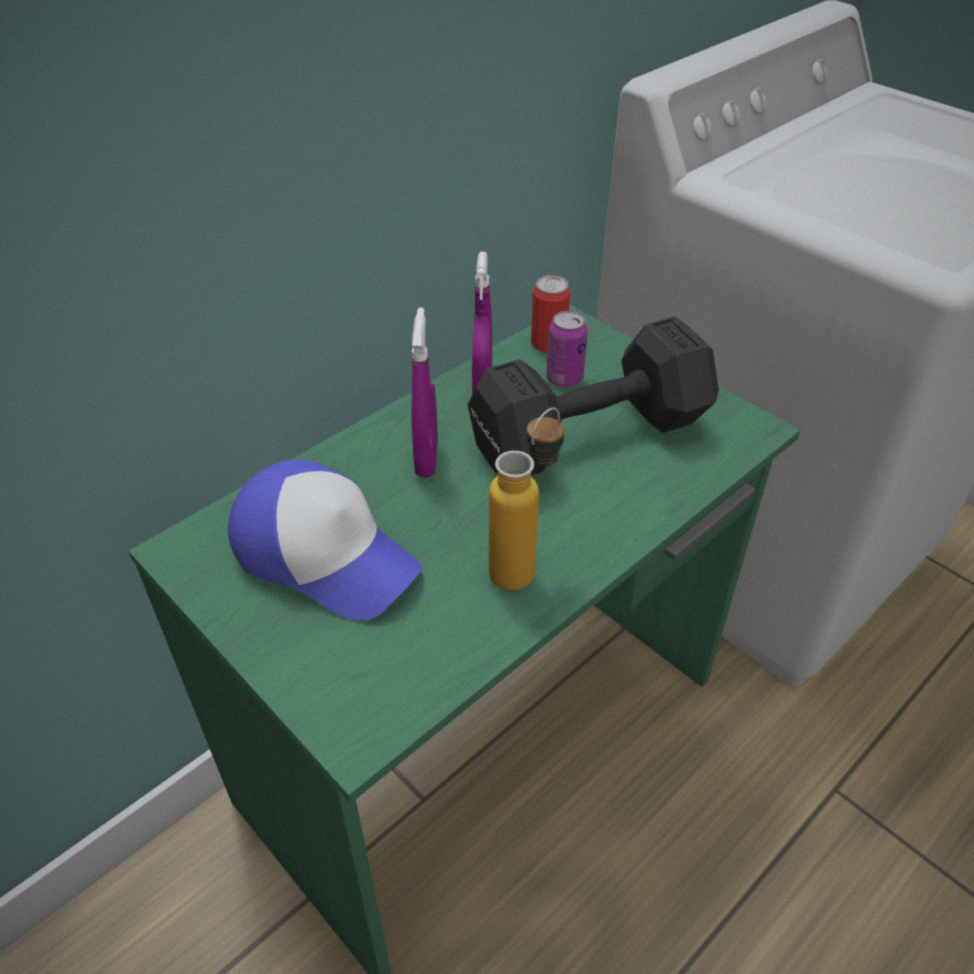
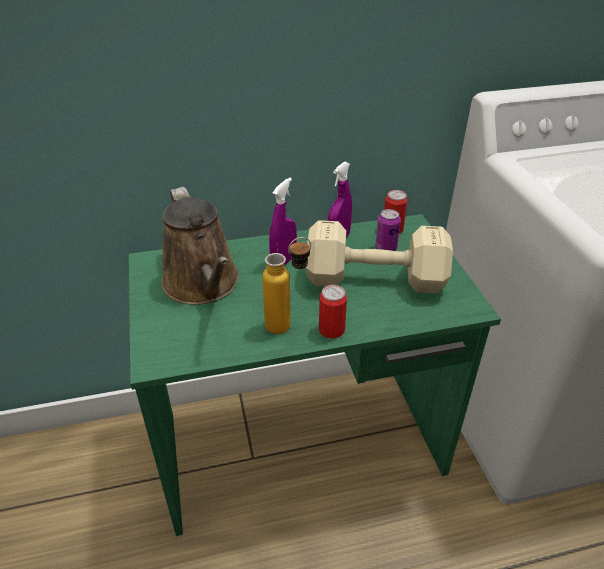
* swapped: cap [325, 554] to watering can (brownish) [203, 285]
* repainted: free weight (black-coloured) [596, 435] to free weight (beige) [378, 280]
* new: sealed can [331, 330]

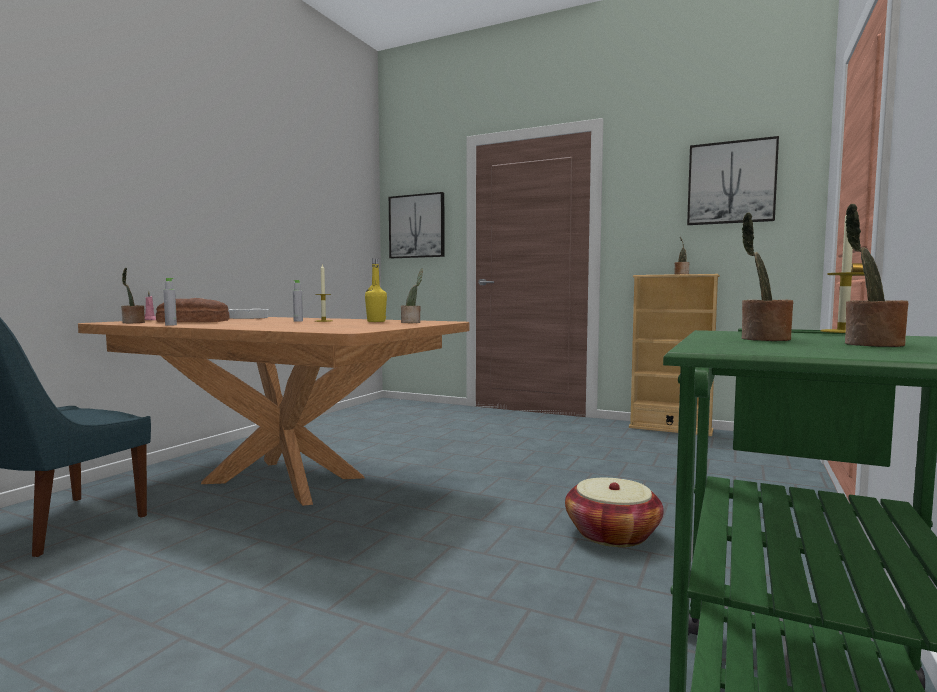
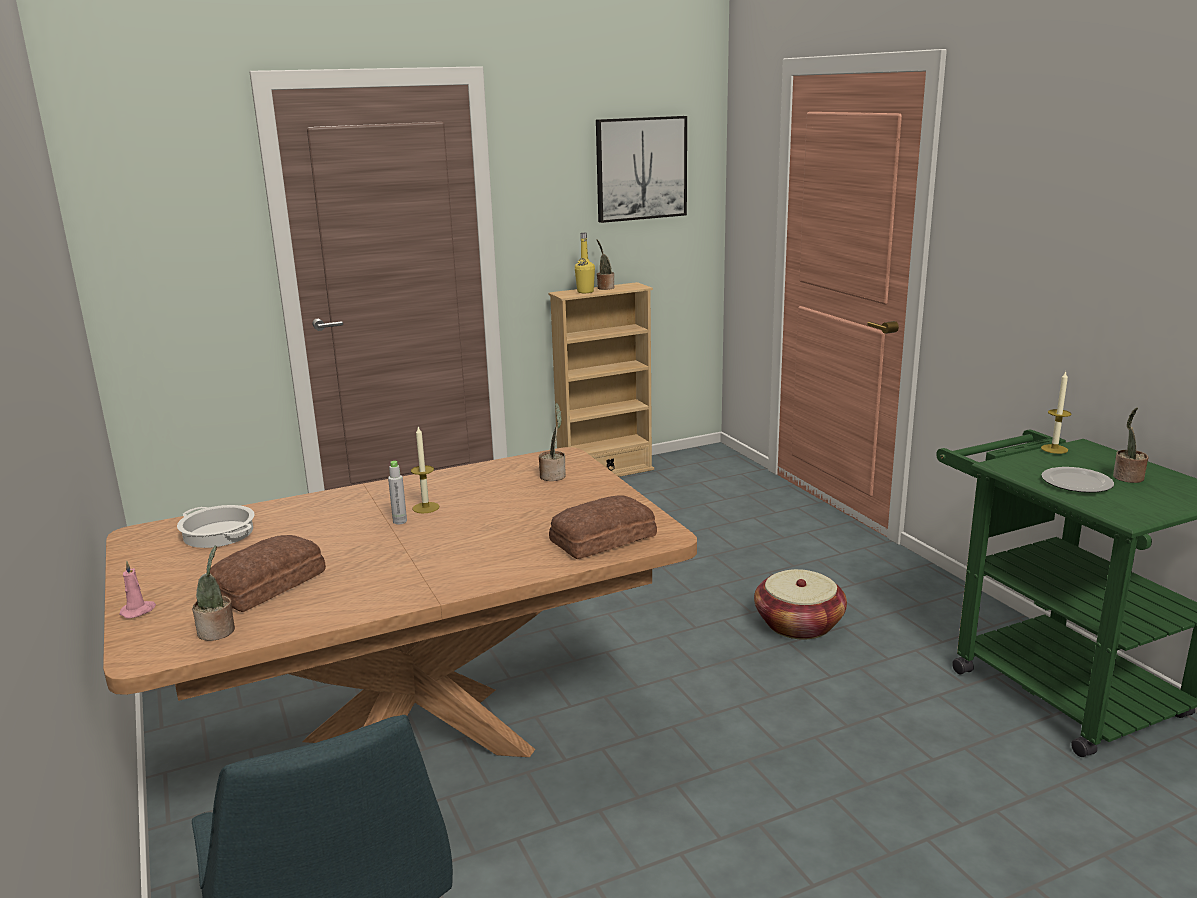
* new: bakery bread [601, 538]
* shifted: drink bottle (yellowish) [376, 321] to [585, 292]
* swapped: plant in a pot [762, 339] to dinner plate [1076, 482]
* gone: drink bottle (greyish) [171, 325]
* gone: wall art [417, 226]

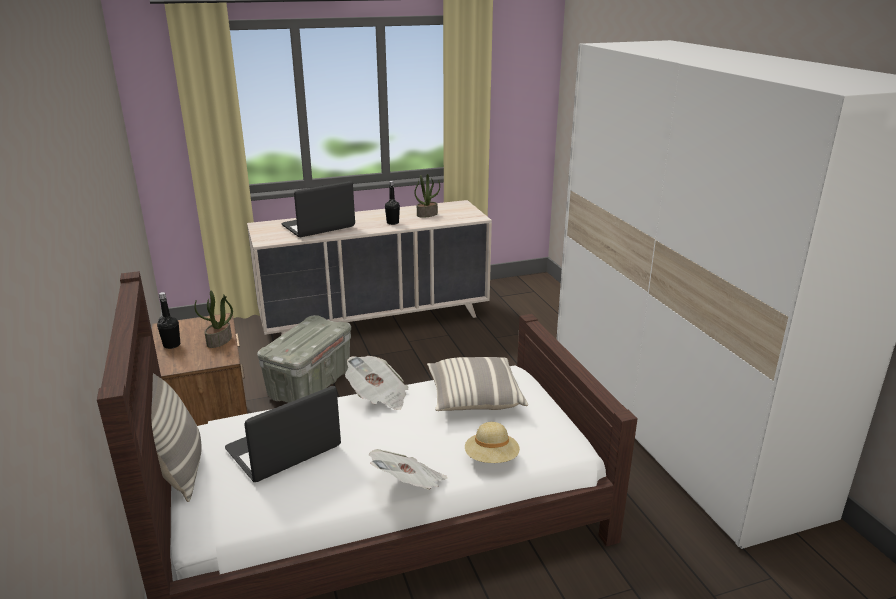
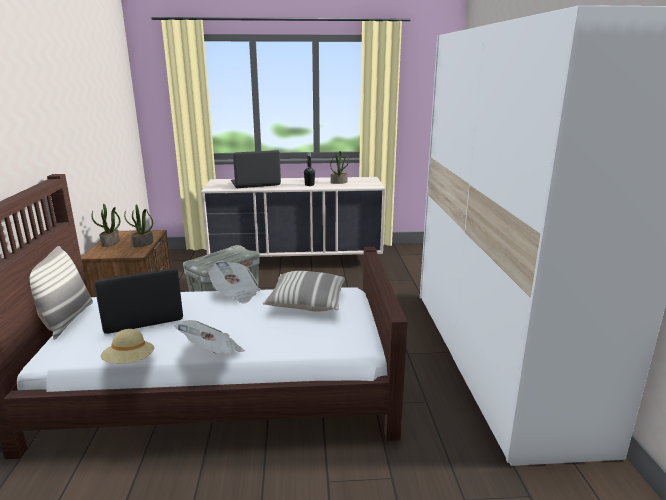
* swapped: drink bottle (black-coloured) [172, 345] to plant in a pot [110, 243]
* shifted: clothing hat (beige) [491, 459] to [129, 362]

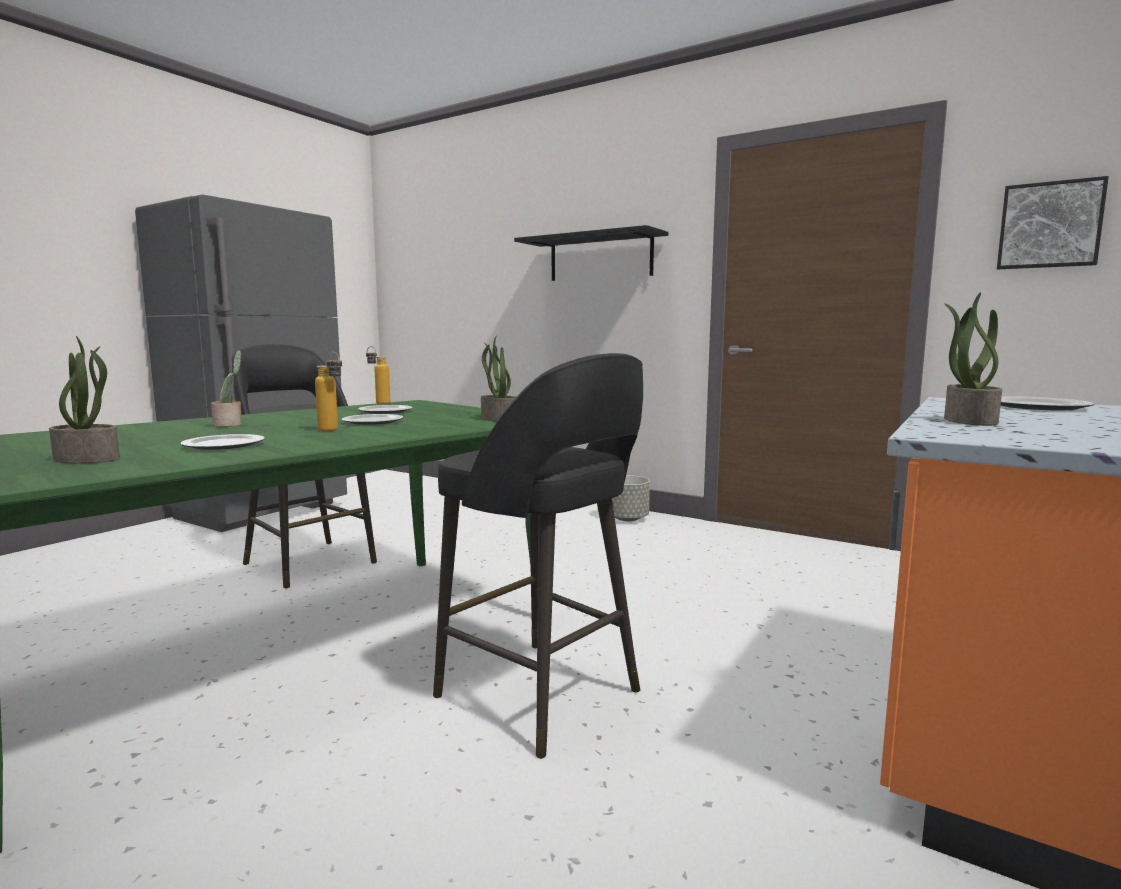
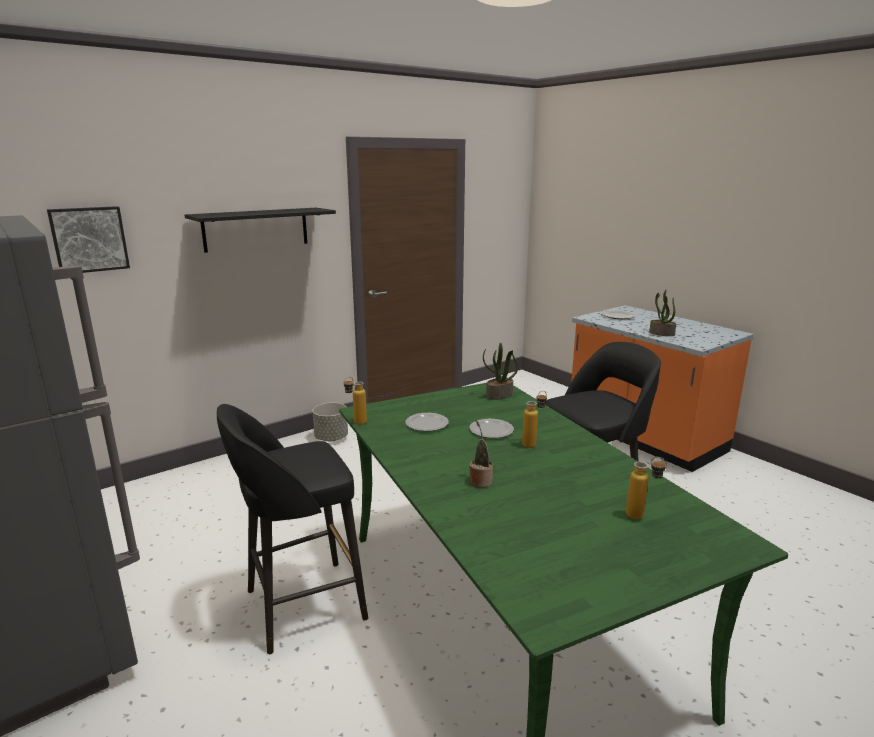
* shifted: wall art [1049, 225] to [89, 239]
* swapped: plant in a pot [88, 459] to drink bottle [642, 517]
* gone: dinner plate [222, 445]

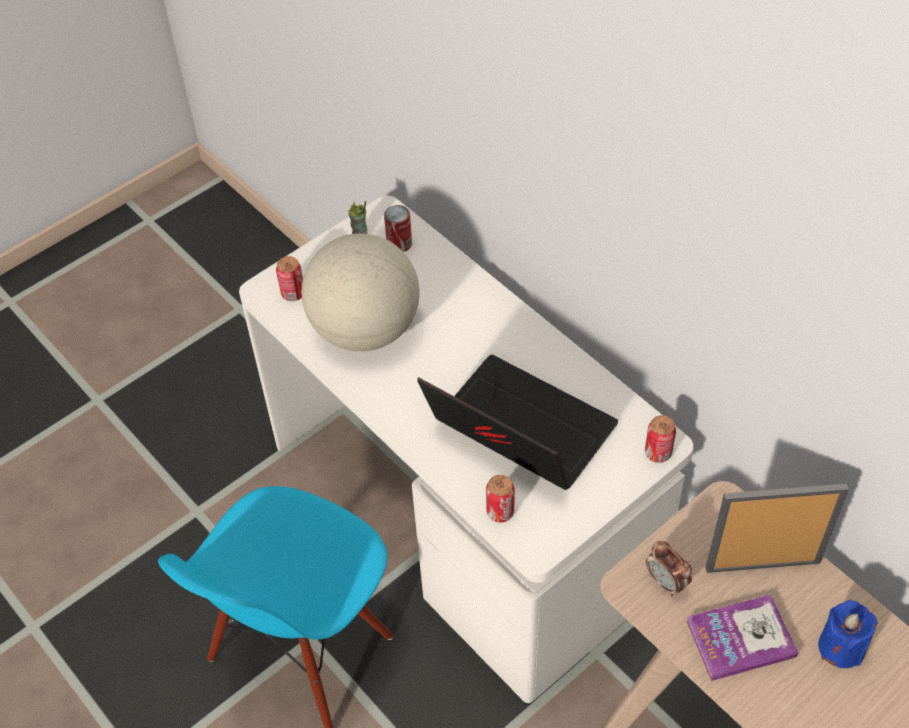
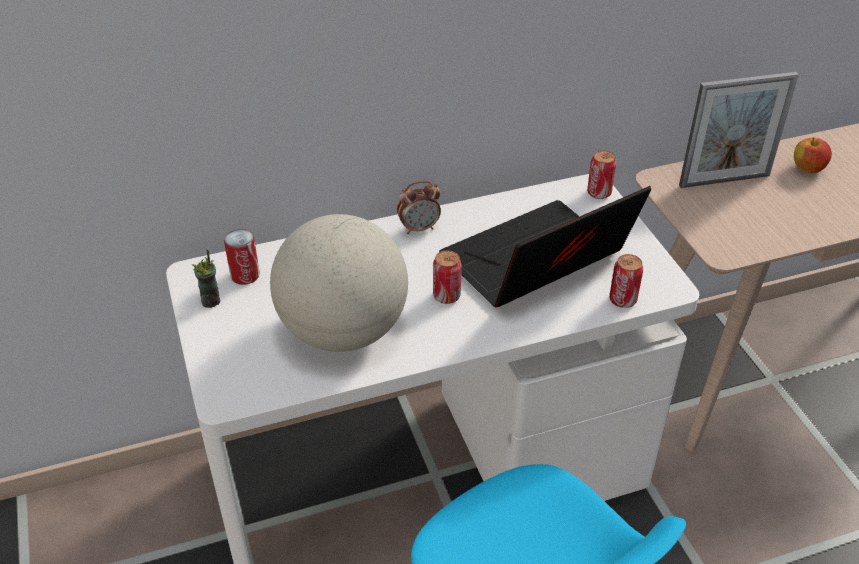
* shifted: alarm clock [666, 583] to [419, 228]
* shifted: sealed can [293, 293] to [446, 296]
* rotated: picture frame [762, 565] = [724, 180] 120 degrees counterclockwise
* swapped: wax light (blue-coloured) [841, 647] to apple fruit [807, 169]
* gone: bound book [740, 638]

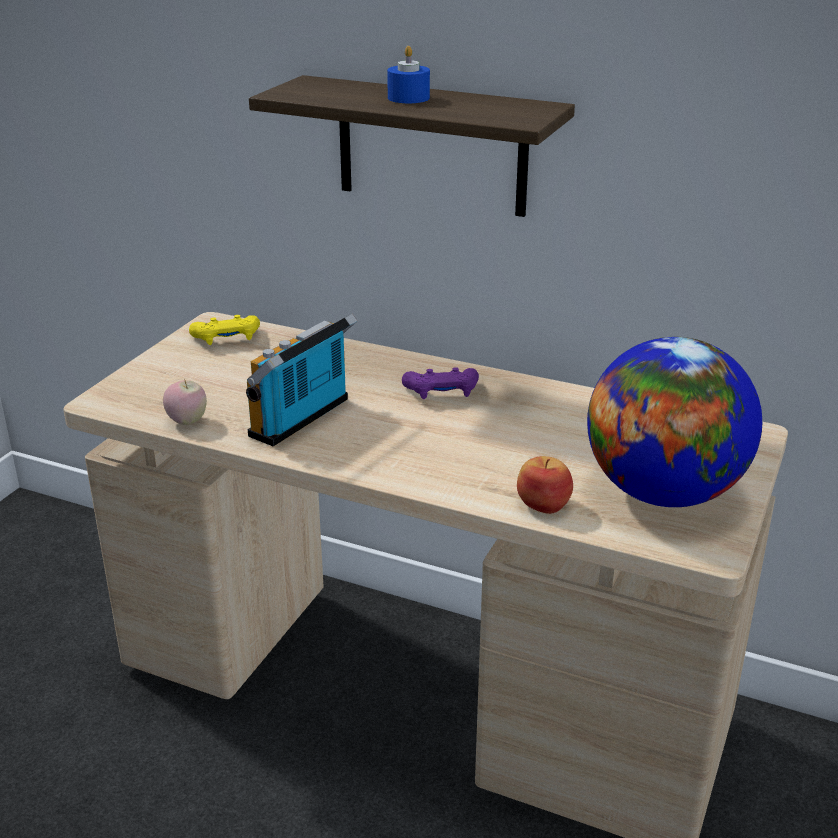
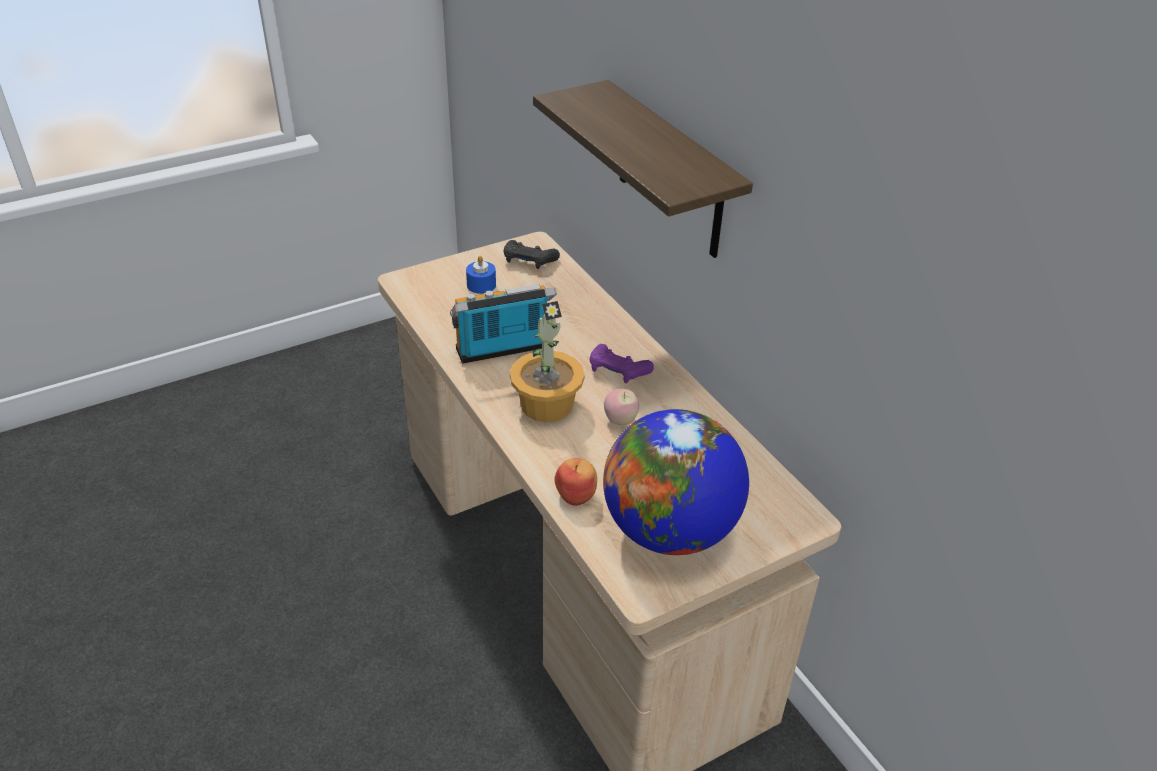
* shifted: wax light (blue-coloured) [408, 98] to [481, 285]
* repainted: game controller (yellowish) [227, 339] to game controller (black-coloured) [529, 261]
* new: plant in a pot [546, 404]
* shifted: apple fruit [187, 421] to [620, 420]

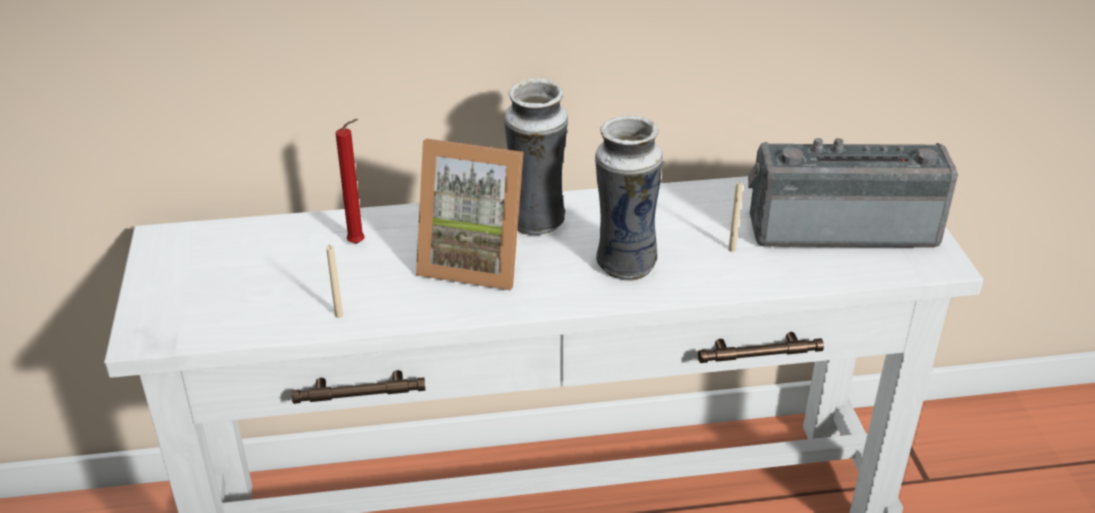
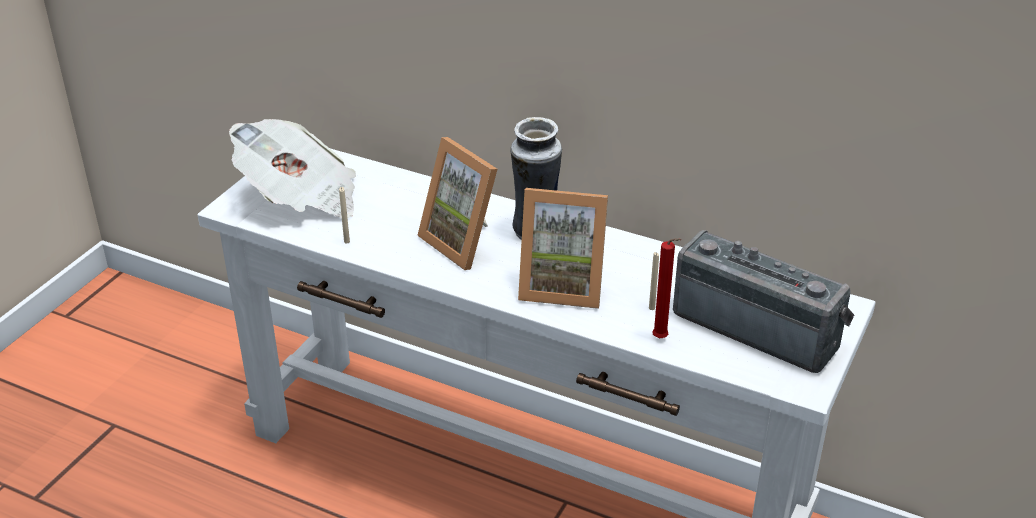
* new: daily paper [300, 197]
* swapped: flower vase [624, 264] to picture frame [562, 285]
* shifted: wax light (red) [359, 244] to [662, 339]

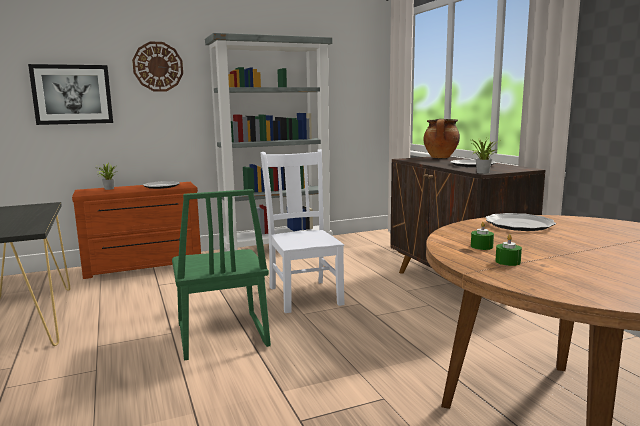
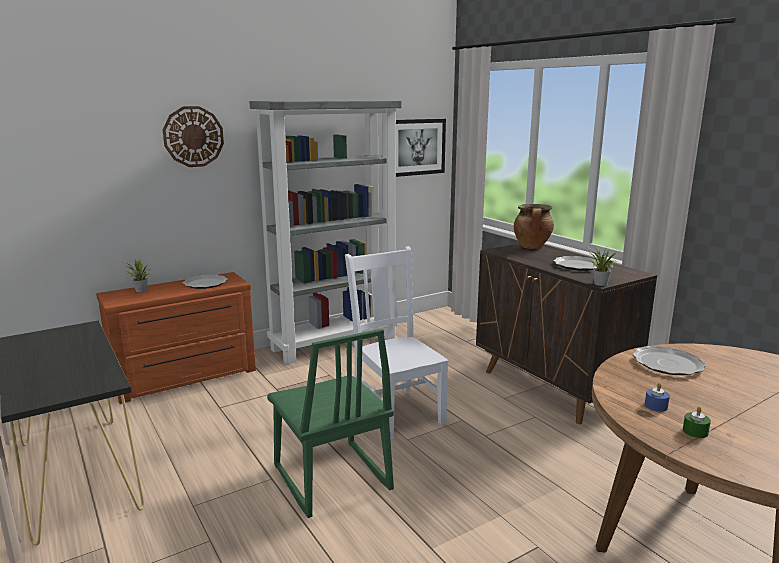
* shifted: wall art [72, 94] to [416, 147]
* repainted: wax light (green-coloured) [481, 246] to wax light (blue-coloured) [656, 406]

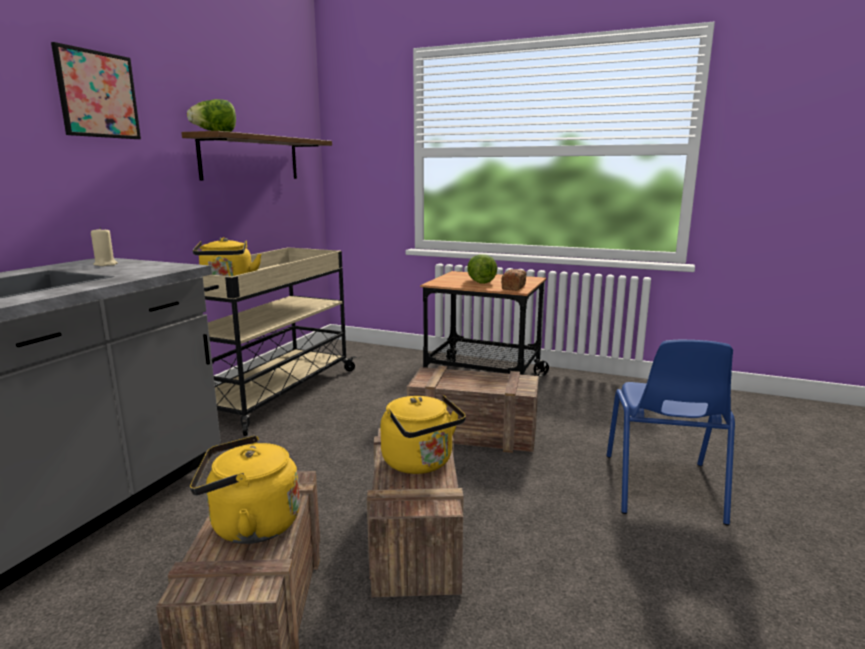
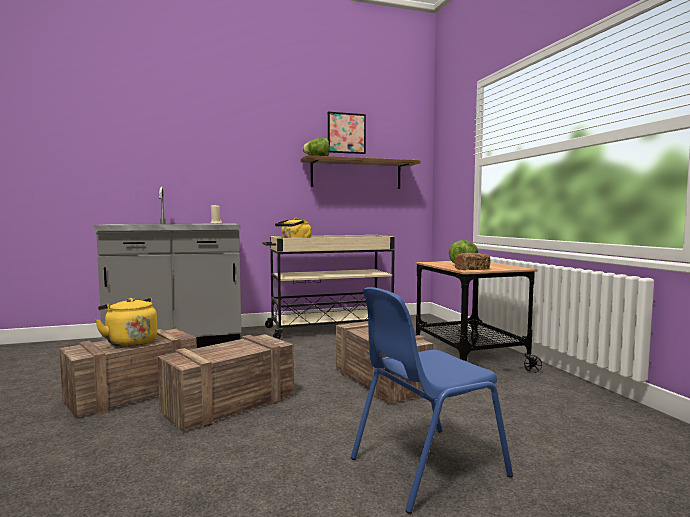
* shifted: wall art [98, 94] to [346, 133]
* gone: tea kettle (yellowish) [420, 463]

